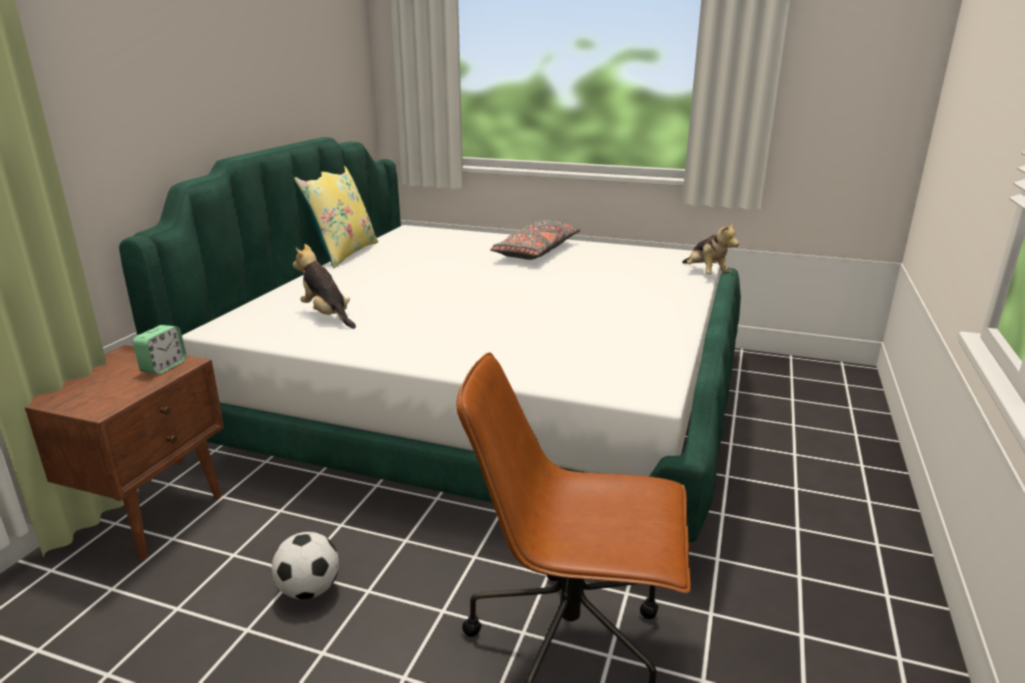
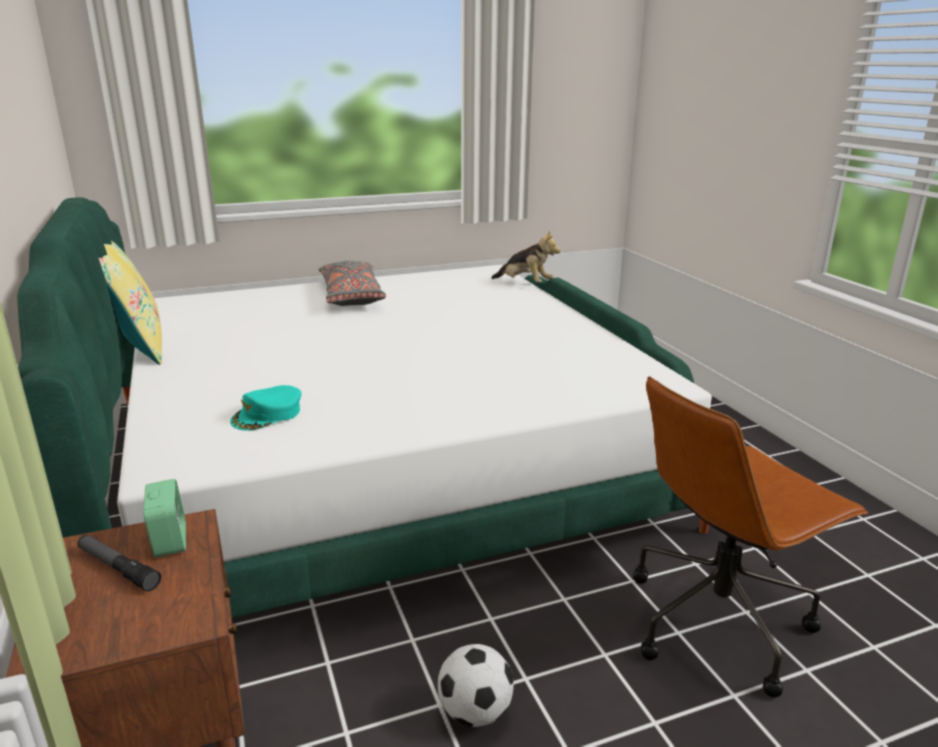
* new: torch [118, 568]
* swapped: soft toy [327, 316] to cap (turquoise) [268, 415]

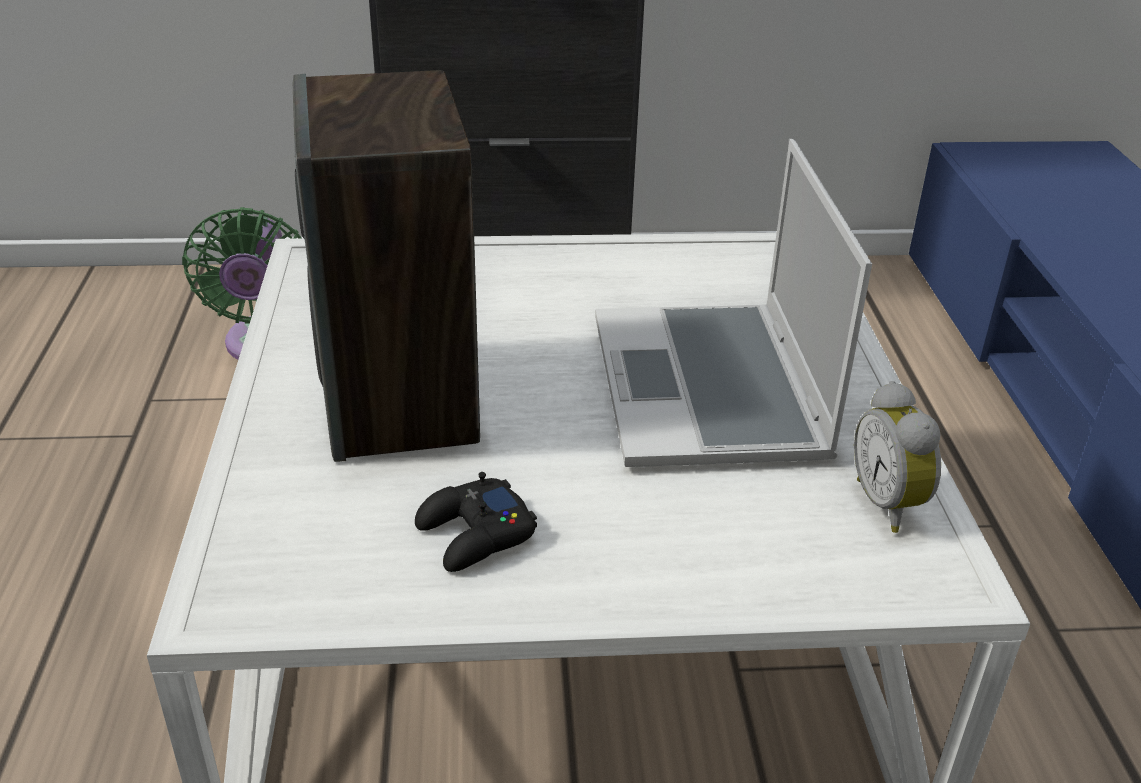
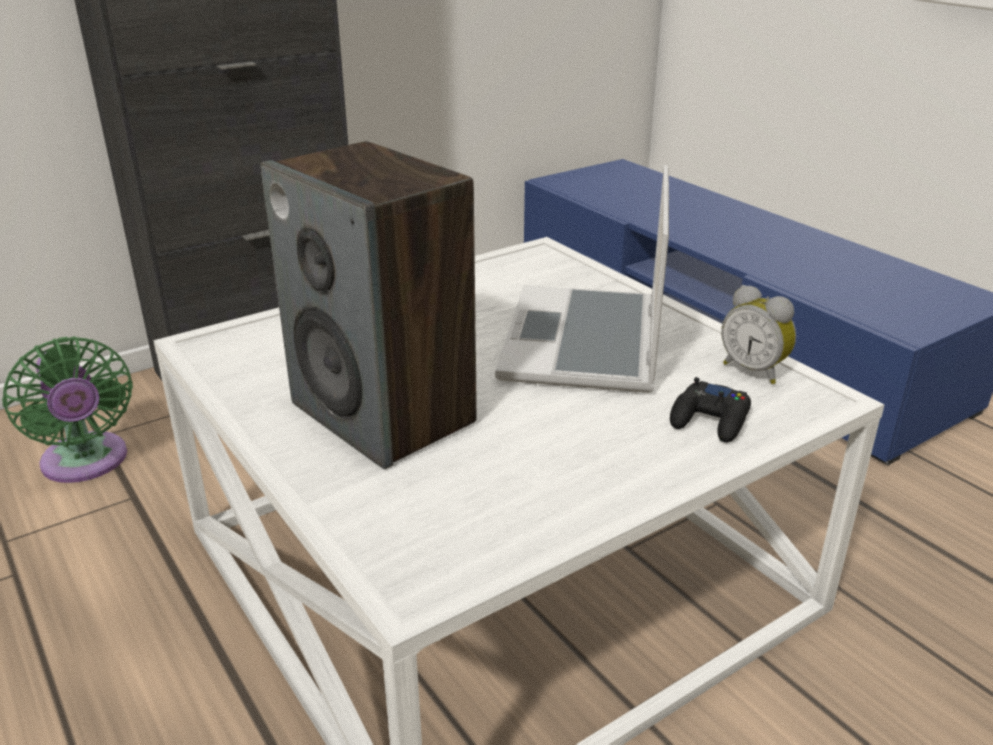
* rotated: laptop [711, 391] = [586, 343] 45 degrees clockwise
* shifted: game controller (black-coloured) [475, 535] to [710, 420]

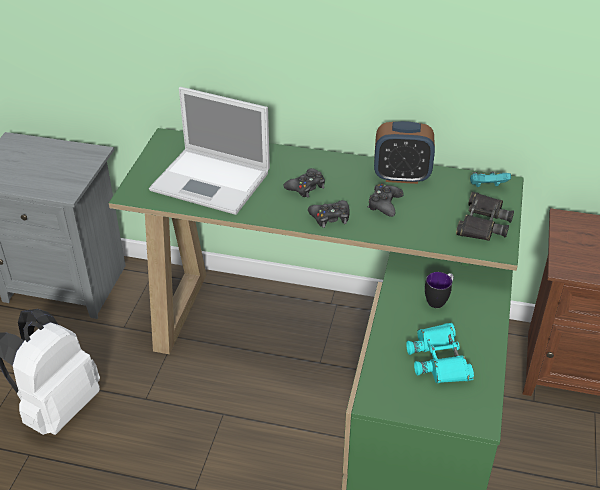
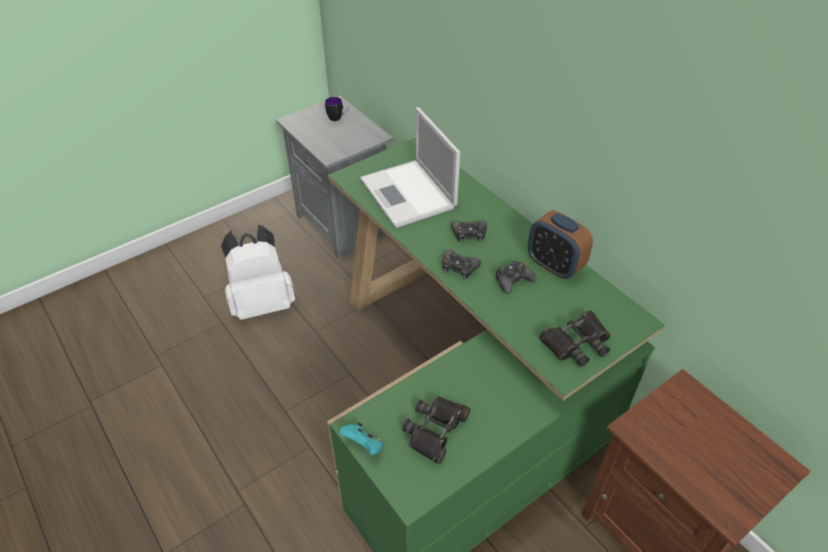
* shifted: tea mug [439, 300] to [338, 118]
* shifted: game controller (turquoise) [487, 187] to [364, 445]
* repainted: binoculars (turquoise) [439, 359] to binoculars (black-coloured) [435, 430]

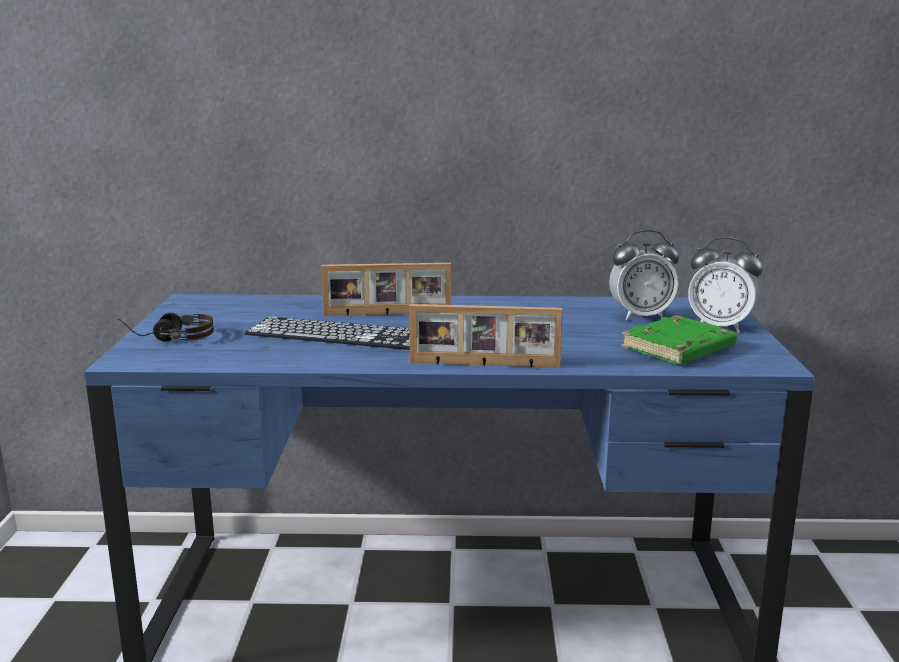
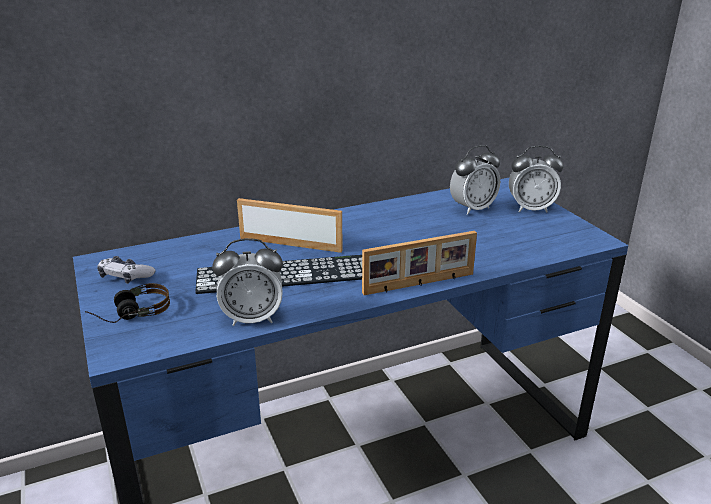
* new: game controller [125, 277]
* new: alarm clock [252, 318]
* rotated: picture frame [387, 314] = [291, 243] 135 degrees counterclockwise
* gone: bound book (green-coloured) [678, 349]

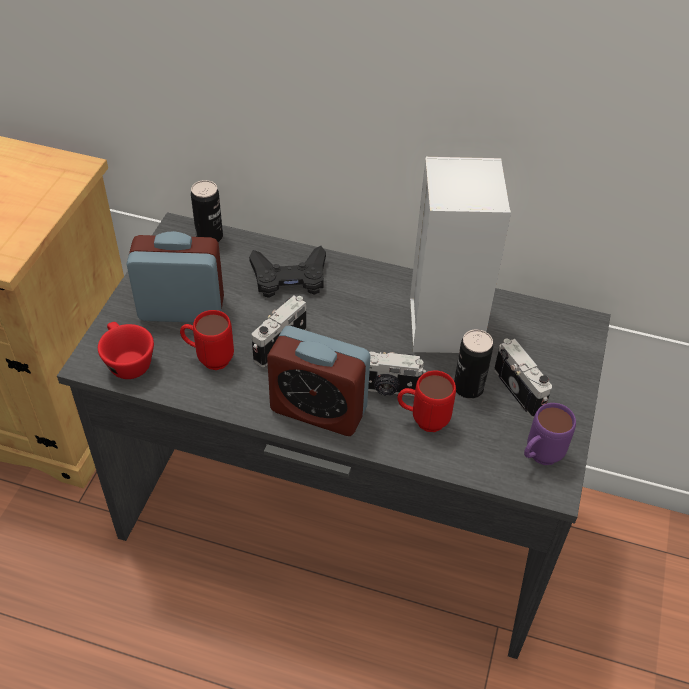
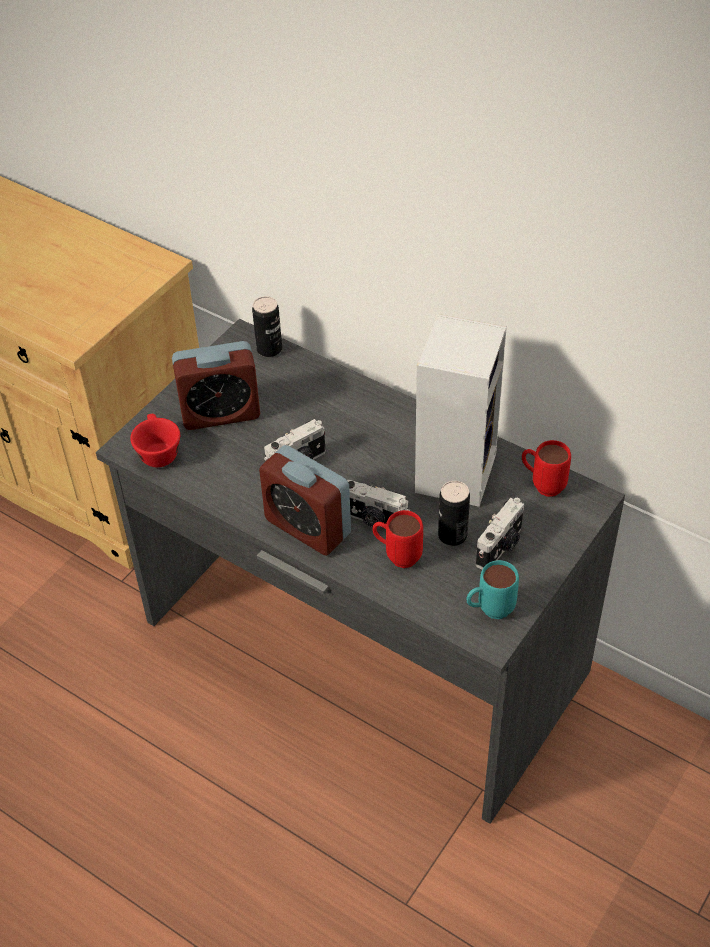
* rotated: alarm clock [181, 309] = [220, 413] 150 degrees clockwise
* repainted: tea mug (purple) [538, 458] to tea mug (turquoise) [489, 611]
* rotated: still camera [520, 390] = [501, 547] 45 degrees clockwise
* shifted: tea mug (red) [208, 359] to [542, 485]
* gone: game controller (black-coloured) [289, 278]

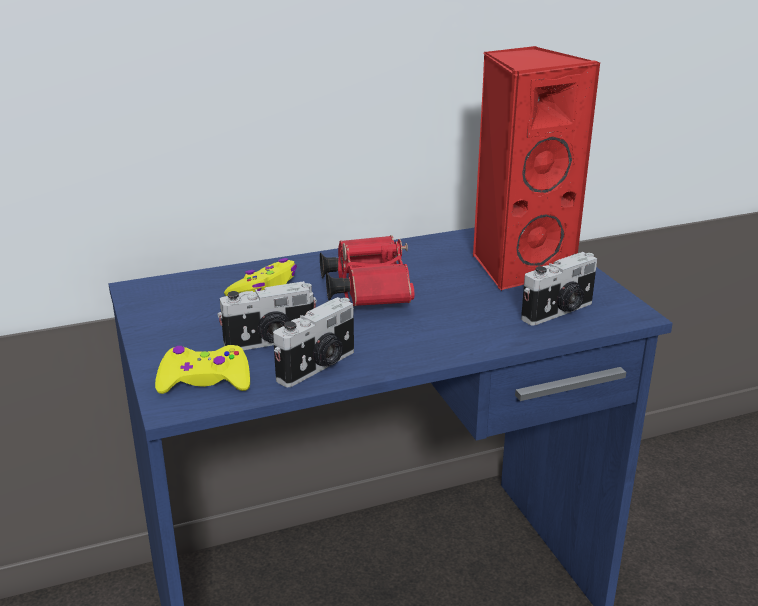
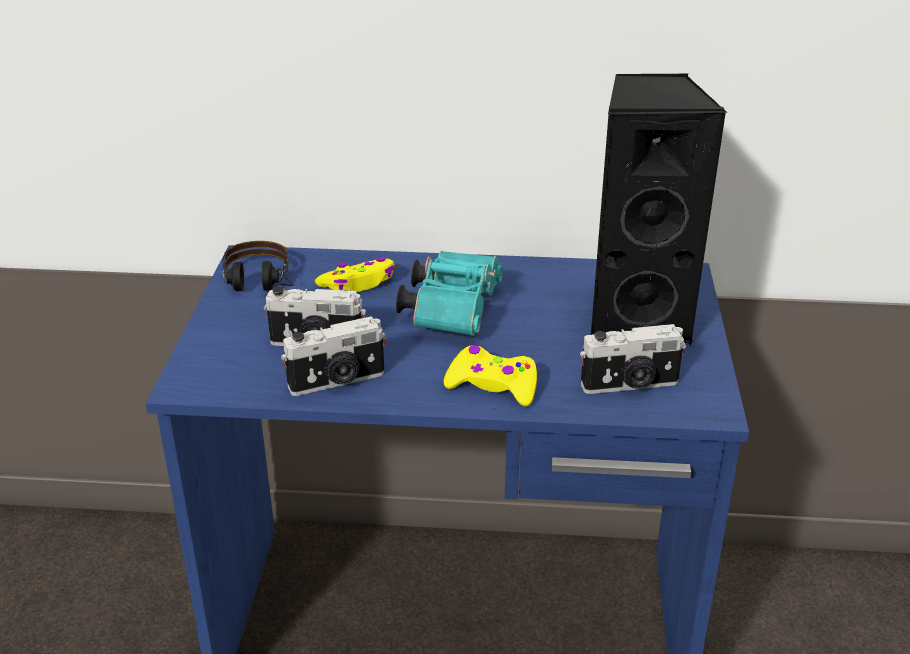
* new: headset [259, 287]
* repainted: binoculars (red) [366, 290] to binoculars (turquoise) [453, 310]
* shifted: game controller (yellowish) [205, 380] to [493, 385]
* repainted: audio speaker (red) [518, 267] to audio speaker (black-coloured) [636, 320]

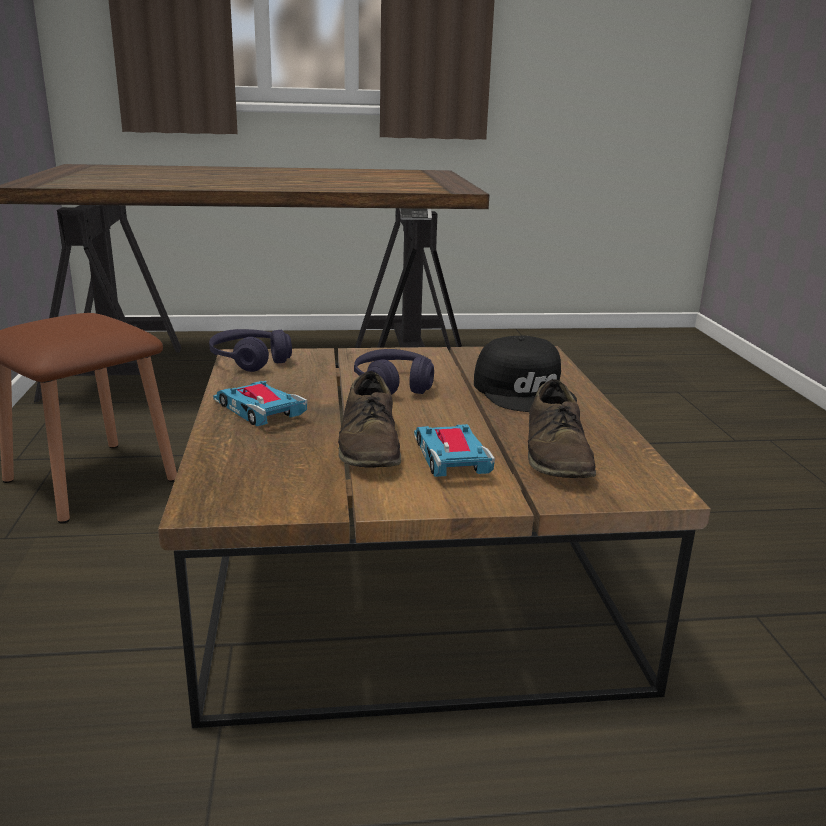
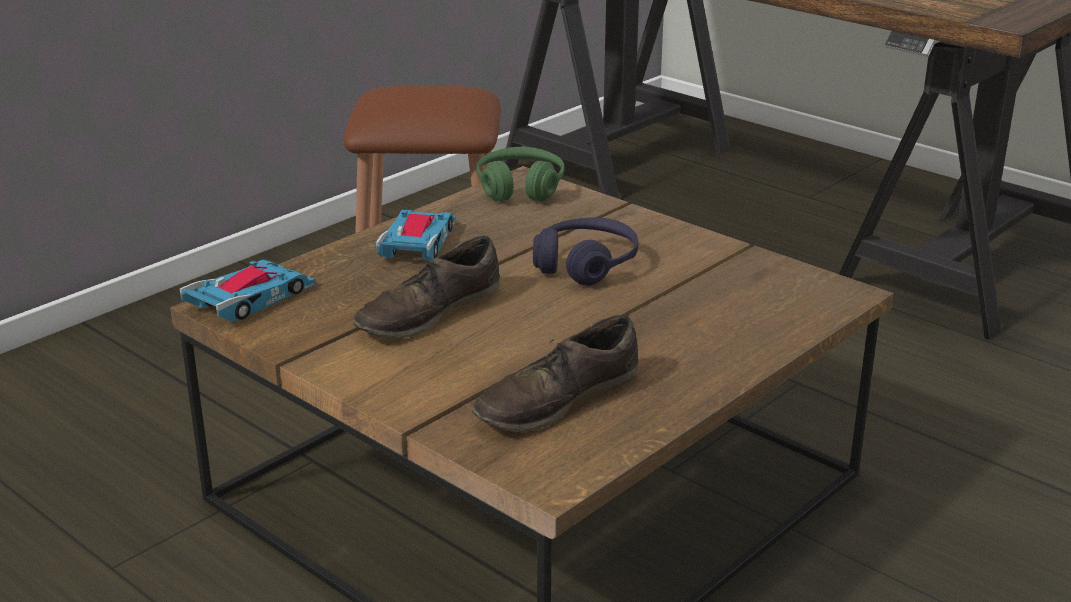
* shifted: miniature car [450, 457] to [251, 298]
* repainted: headset (purple) [250, 360] to headset (green-coloured) [520, 188]
* gone: cap (black-coloured) [525, 391]

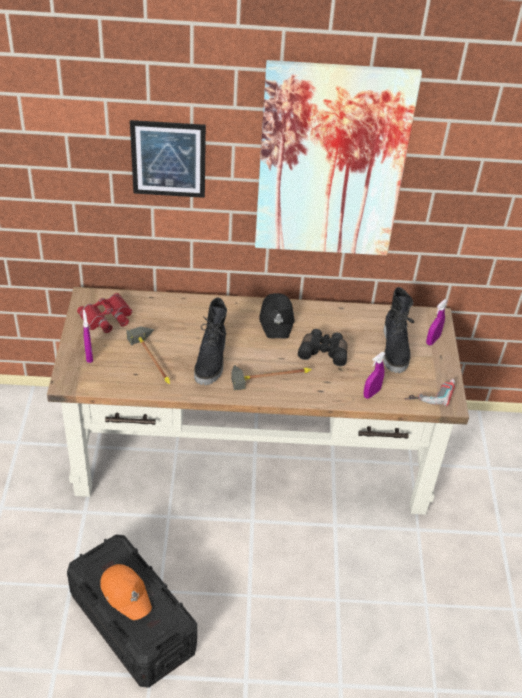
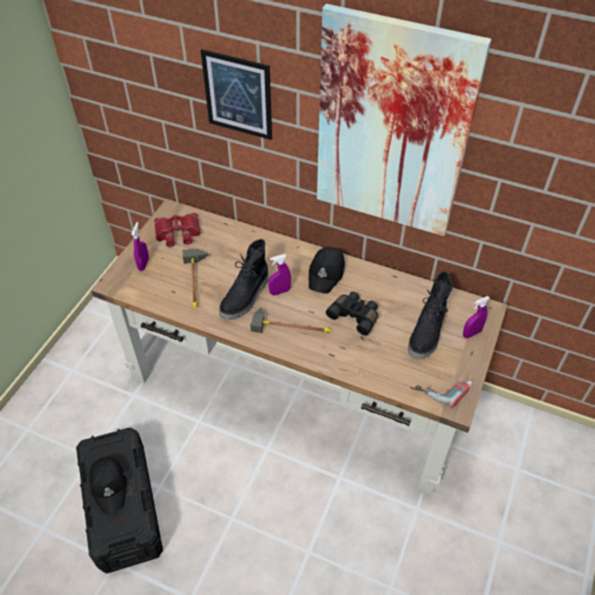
* repainted: cap (orange) [126, 594] to cap (black-coloured) [109, 485]
* shifted: hand sprayer (purple) [371, 393] to [280, 291]

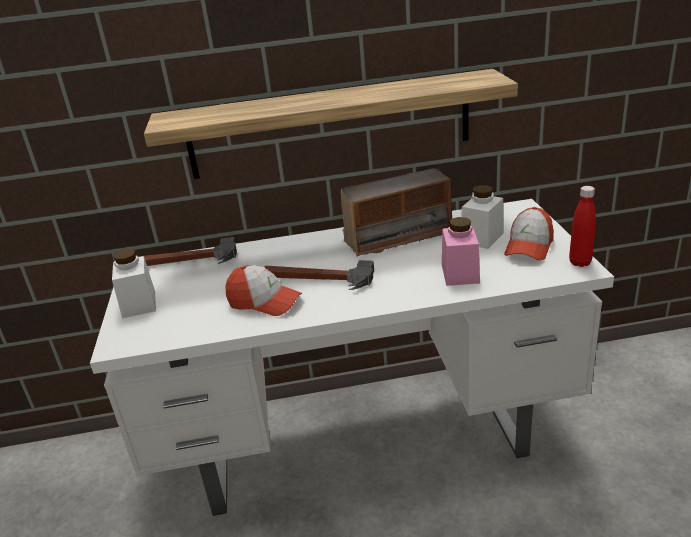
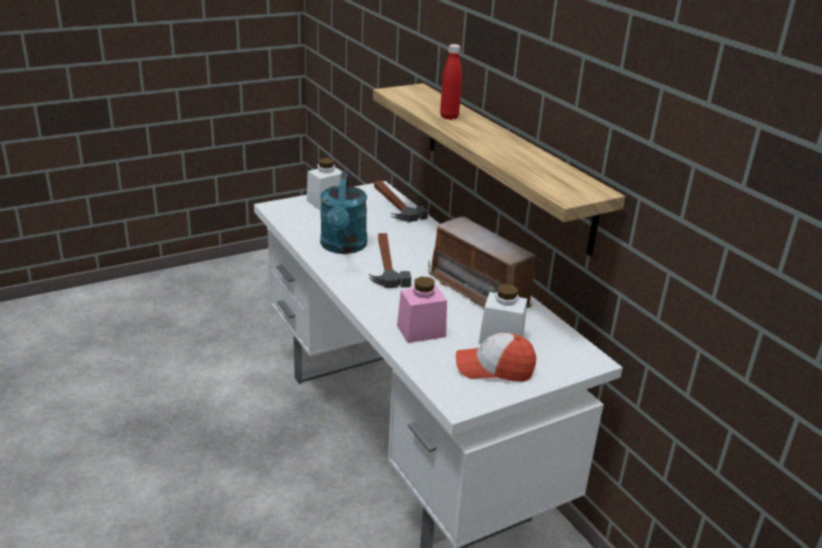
* swapped: cap [264, 302] to watering can (turquoise) [343, 247]
* shifted: drink bottle (red) [580, 262] to [449, 117]

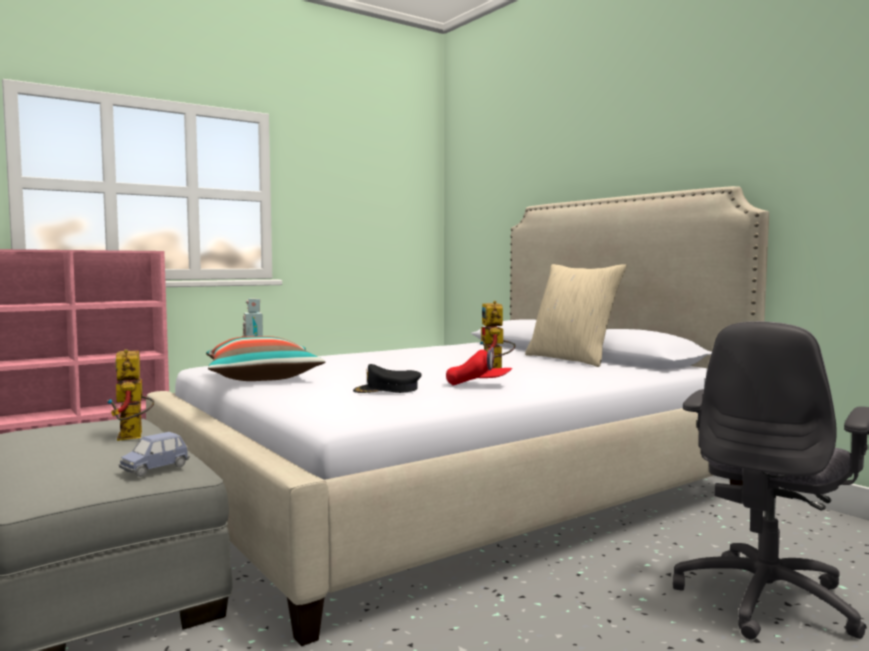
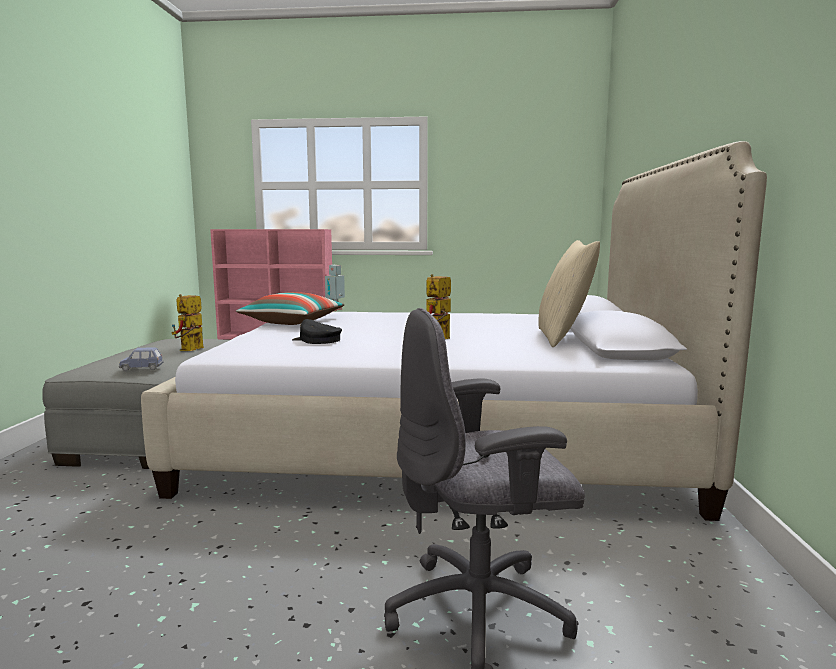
* gone: cap (red) [478, 385]

